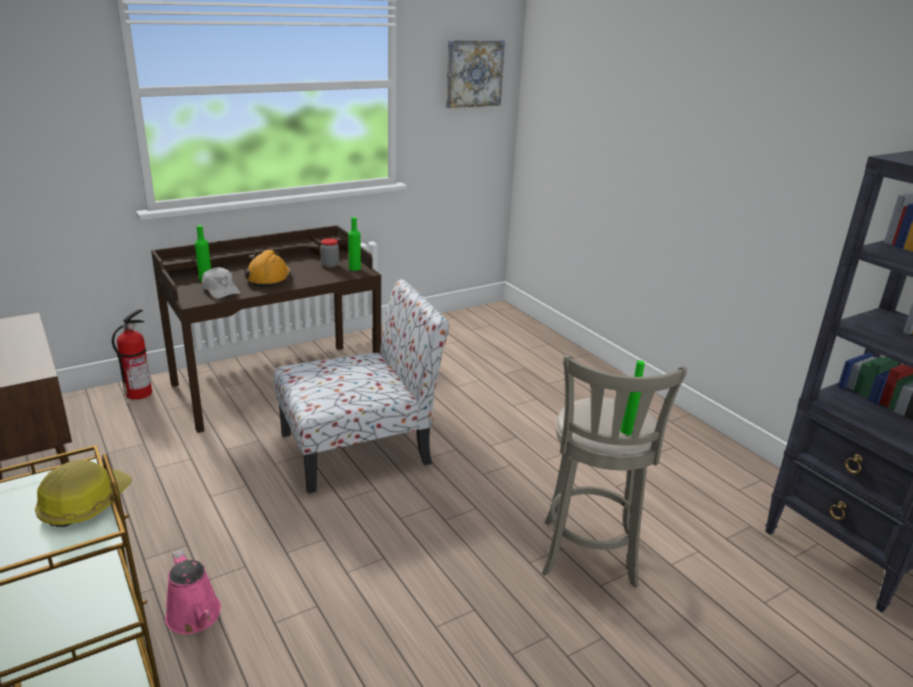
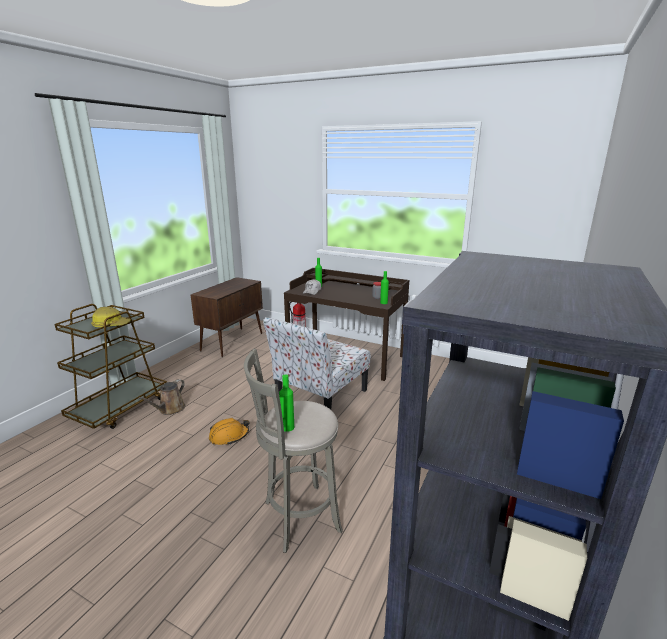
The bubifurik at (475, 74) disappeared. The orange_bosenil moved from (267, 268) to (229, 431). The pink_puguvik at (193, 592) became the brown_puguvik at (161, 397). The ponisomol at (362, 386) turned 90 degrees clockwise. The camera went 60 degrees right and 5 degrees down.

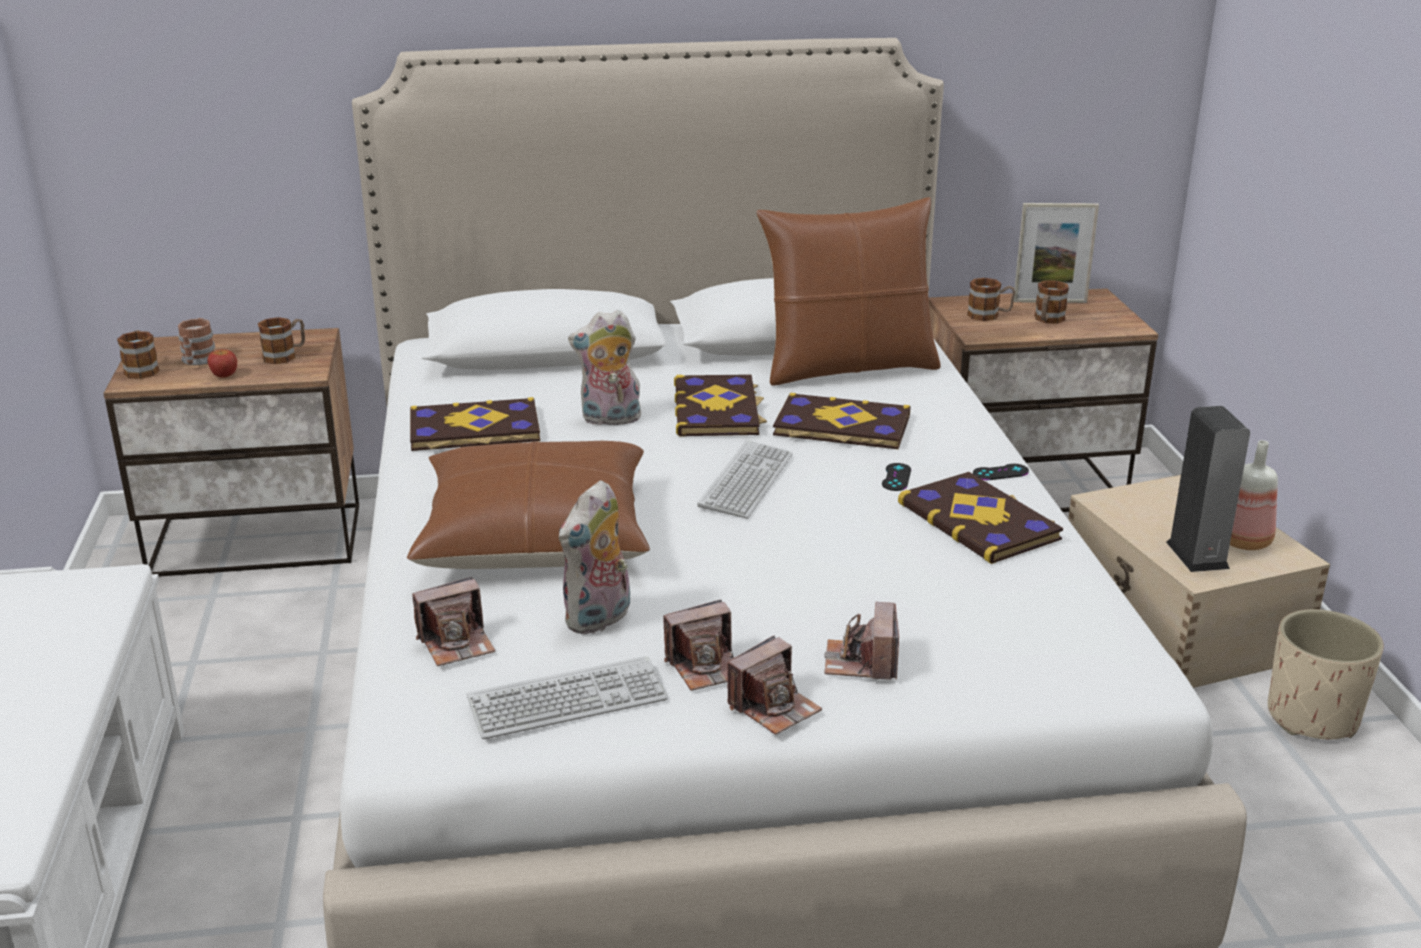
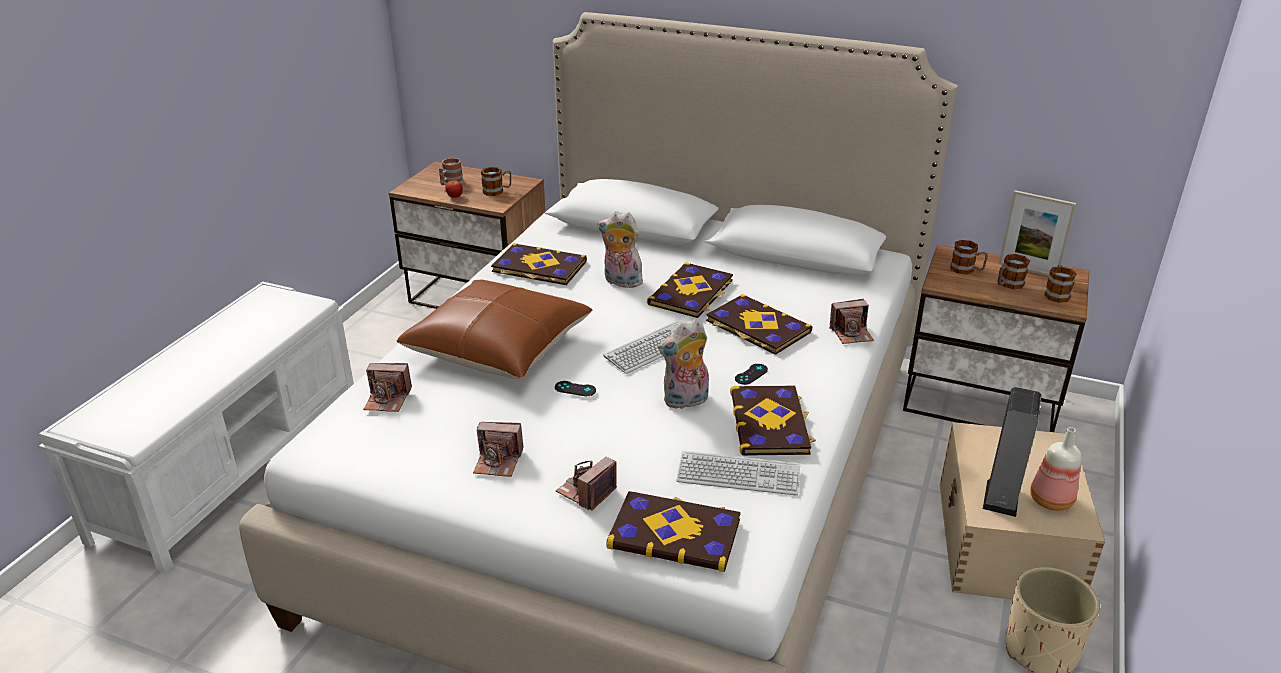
The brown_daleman at (848, 291) disappeared. The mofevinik at (674, 531) appeared. The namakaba moved from (138, 354) to (1060, 284). The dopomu moved from (567, 697) to (738, 473). The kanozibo moved from (594, 557) to (683, 364). The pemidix moved from (774, 685) to (851, 321). The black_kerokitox moved from (1001, 472) to (575, 388). The camera went 30 degrees right and 5 degrees up.

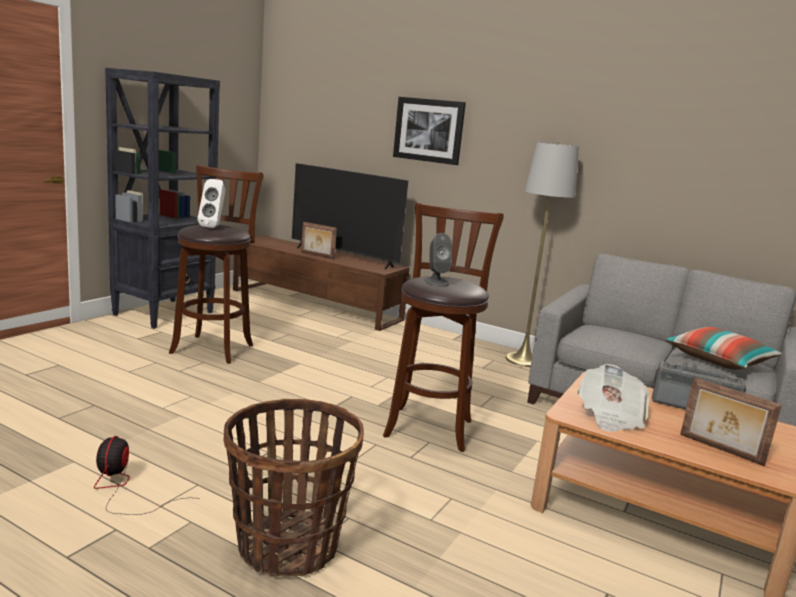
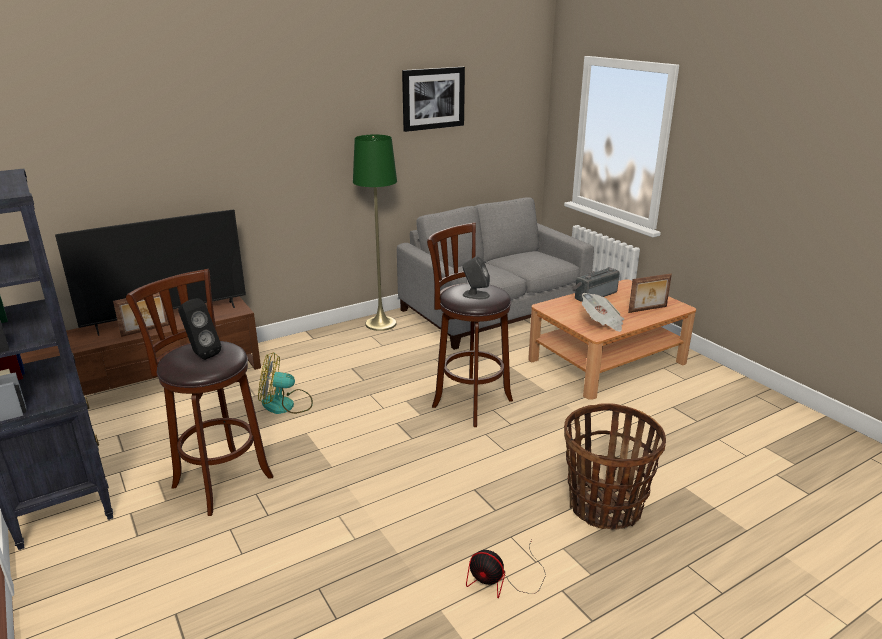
The daleman at (723, 348) disappeared. The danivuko at (285, 383) appeared. The bubifurik moved from (429, 131) to (433, 99). The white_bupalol at (211, 203) became the black_bupalol at (199, 329). The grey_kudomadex at (542, 254) became the green_kudomadex at (375, 233). The camera went 60 degrees left and 10 degrees up.

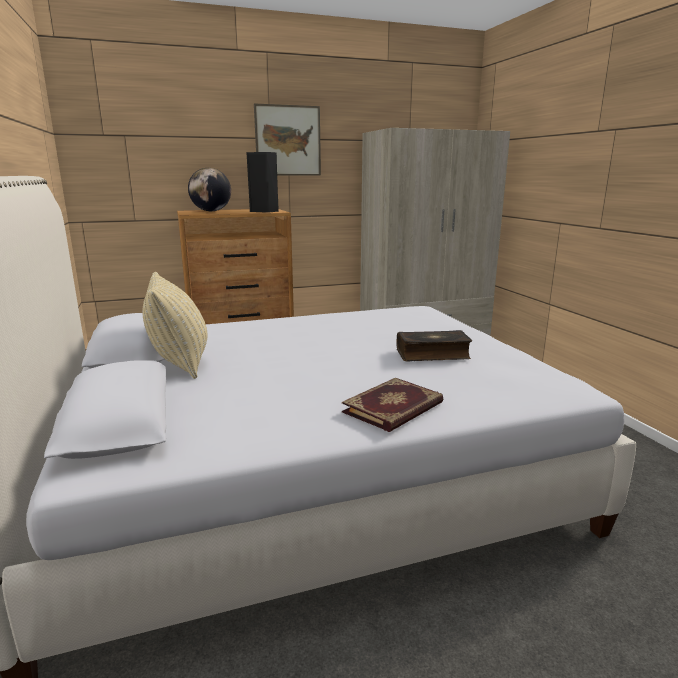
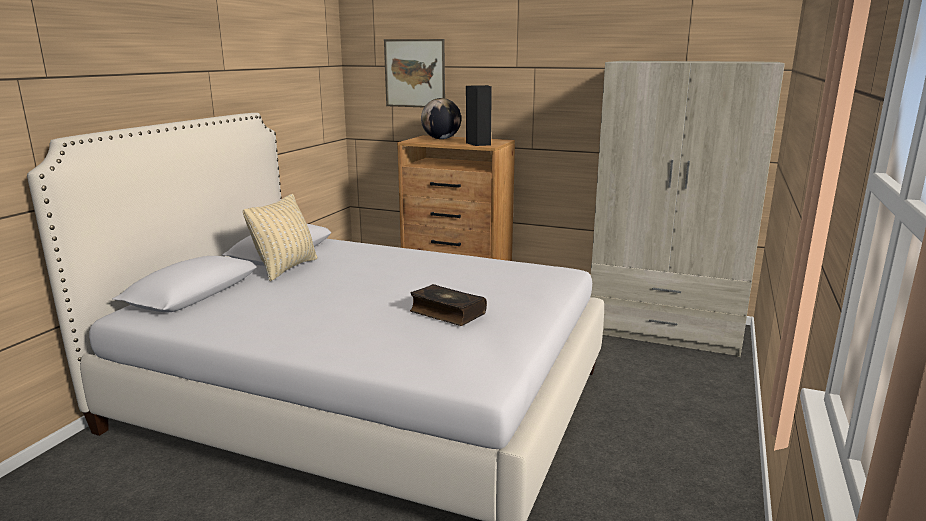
The mofevinik at (392, 404) disappeared. The bubifurik moved from (287, 139) to (414, 73). The camera went 40 degrees right and 0 degrees up.

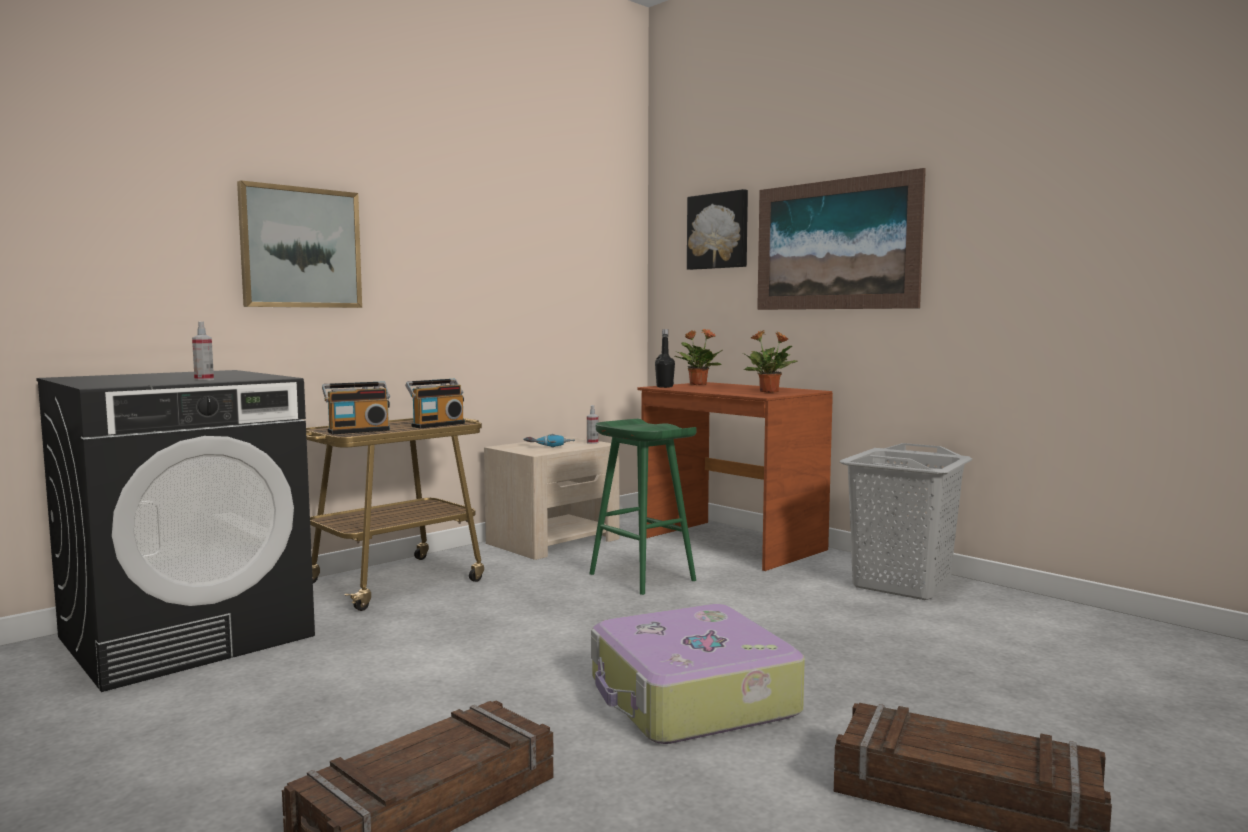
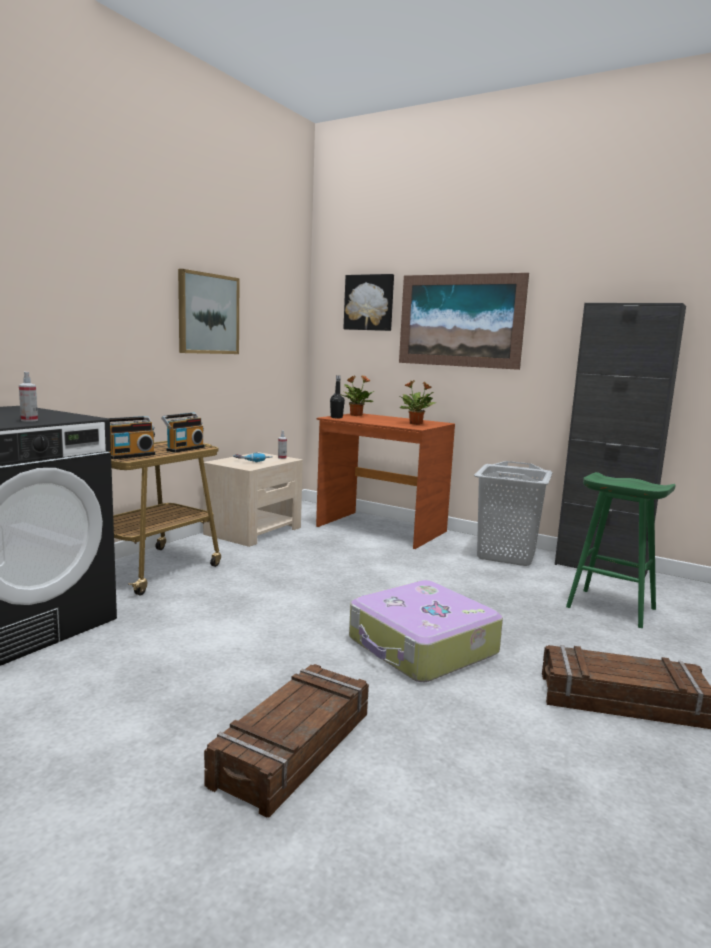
The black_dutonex at (620, 440) appeared. The bubifurik moved from (299, 244) to (208, 311). The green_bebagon moved from (643, 507) to (621, 550). The camera went 15 degrees left and 5 degrees up.

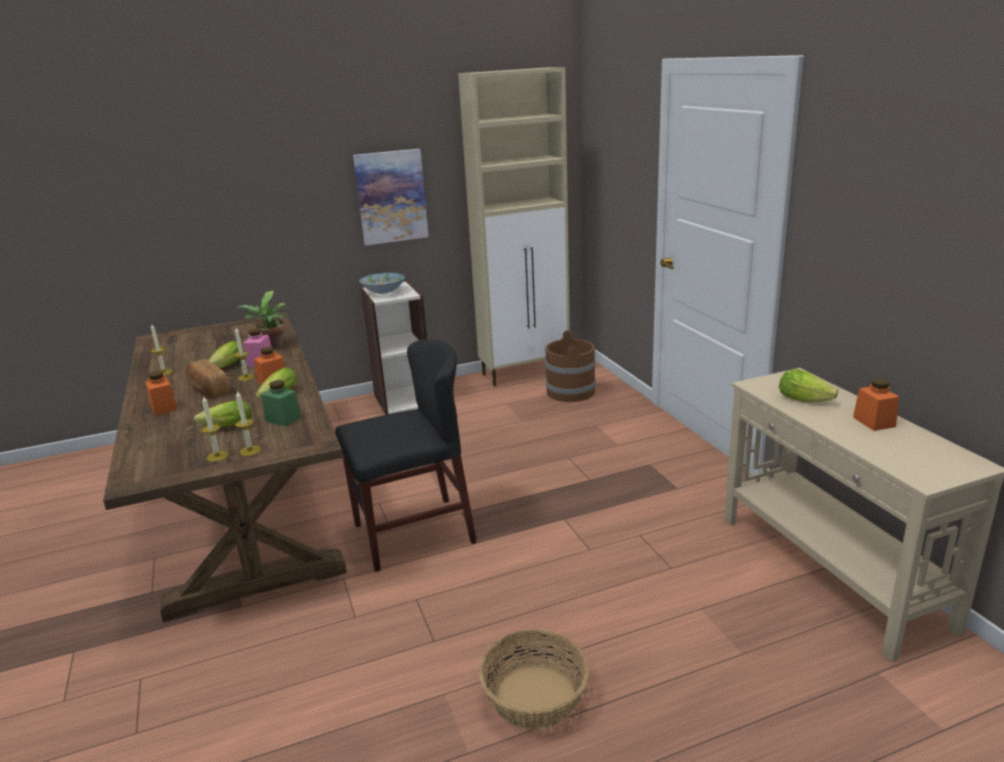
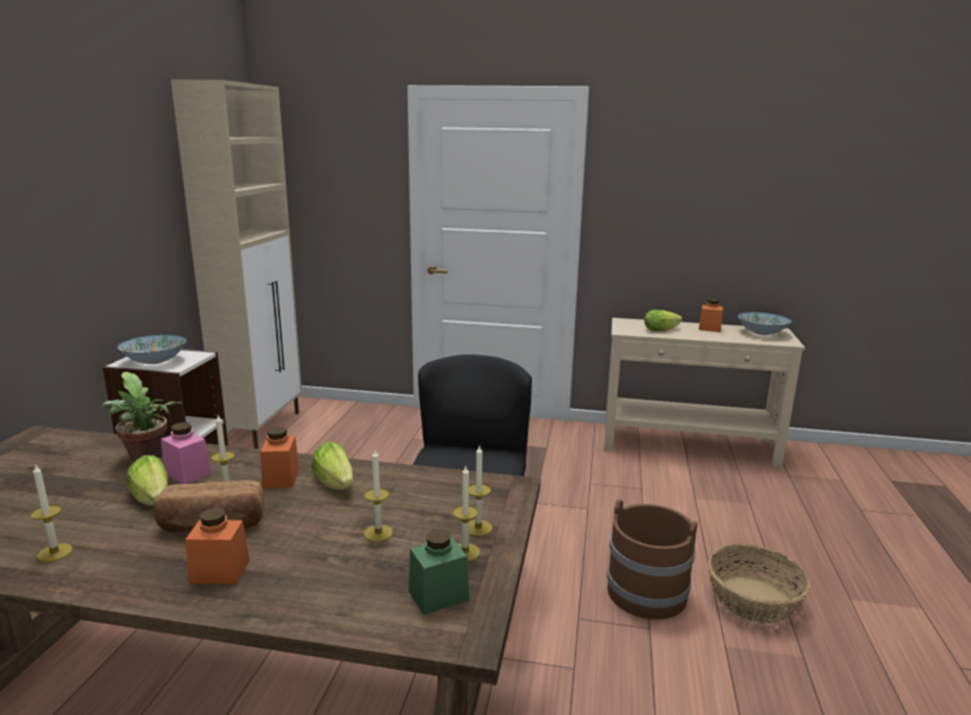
The bubifurik at (391, 197) disappeared. The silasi at (764, 323) appeared. The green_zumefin moved from (281, 403) to (439, 572). The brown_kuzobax moved from (570, 366) to (652, 559). The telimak at (222, 413) was replaced by the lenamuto at (378, 496). The camera went 60 degrees left and 5 degrees down.

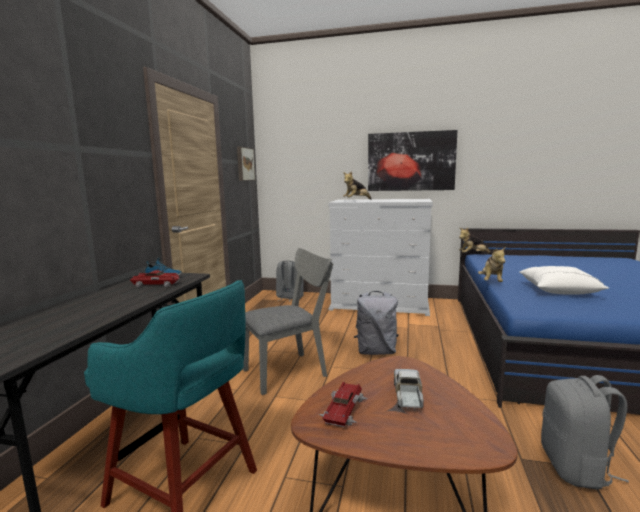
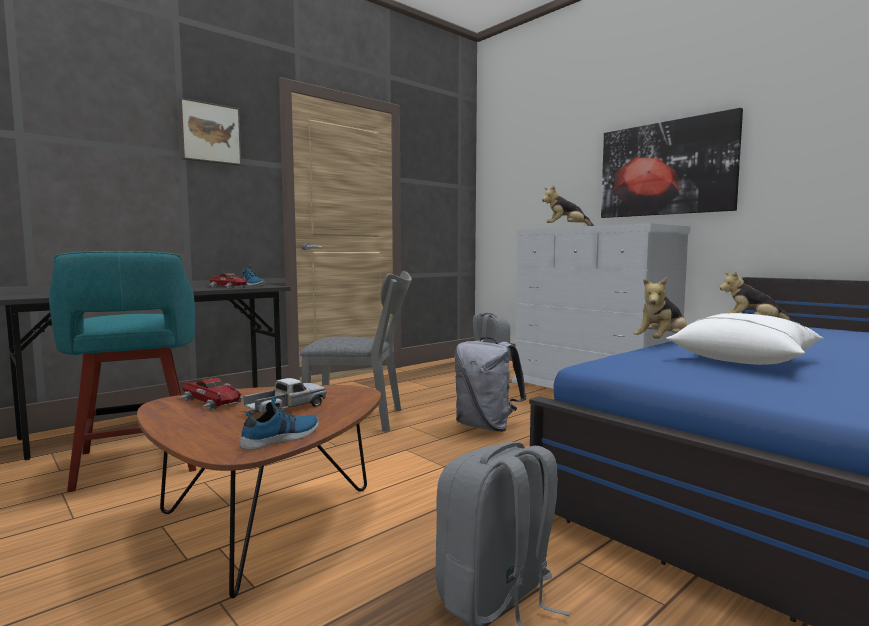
The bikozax at (279, 423) appeared. The bubifurik moved from (246, 163) to (209, 132). The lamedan at (343, 404) turned 75 degrees clockwise. The camera went 35 degrees right and 5 degrees down.

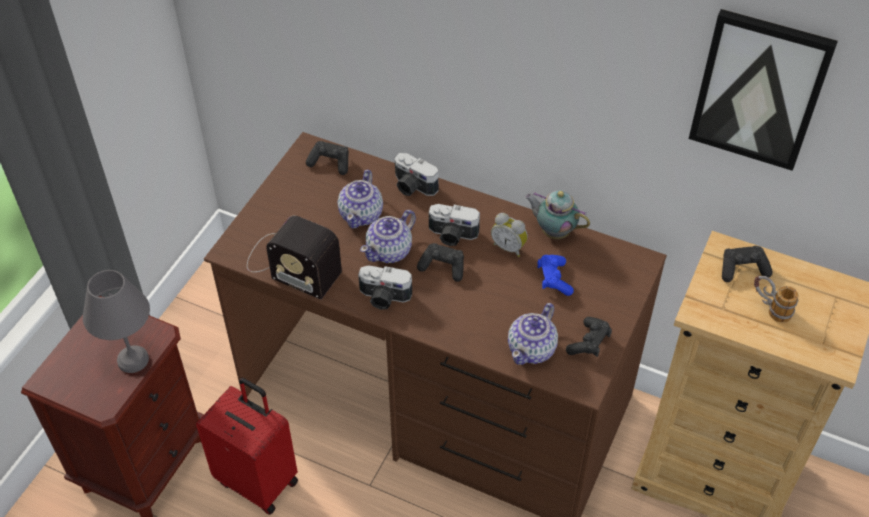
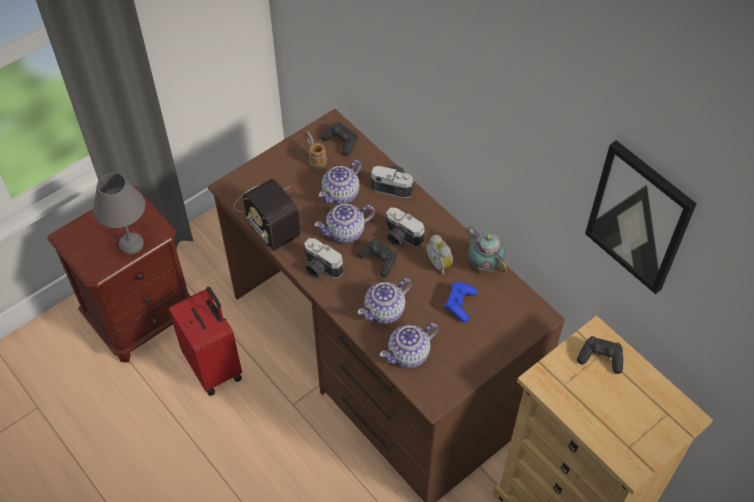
The black_kerokitox at (589, 337) disappeared. The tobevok at (384, 301) appeared. The namakaba moved from (776, 299) to (316, 150). The pemidix at (417, 174) turned 135 degrees clockwise. The camera went 25 degrees right and 5 degrees up.

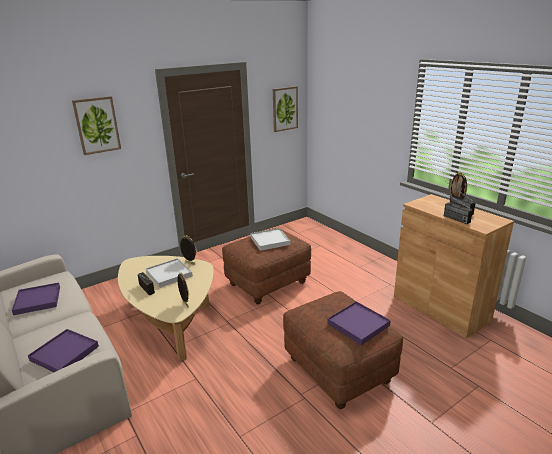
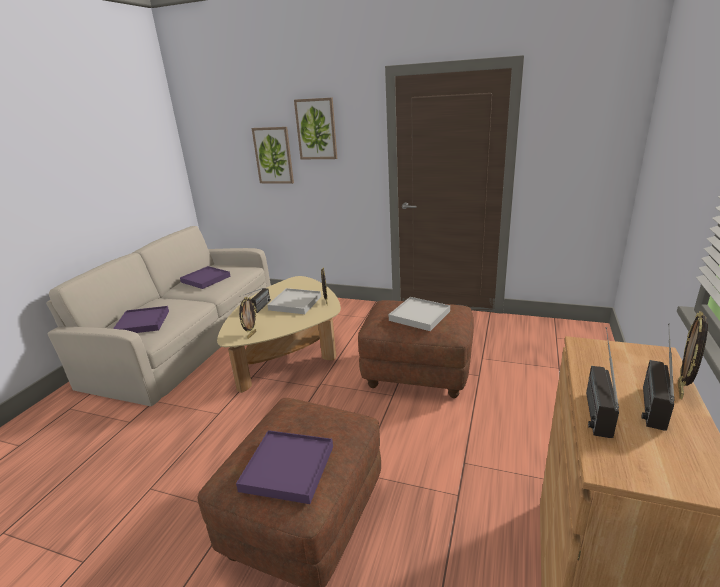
The bubifurik moved from (285, 109) to (273, 155). The camera went 55 degrees right and 0 degrees up.

